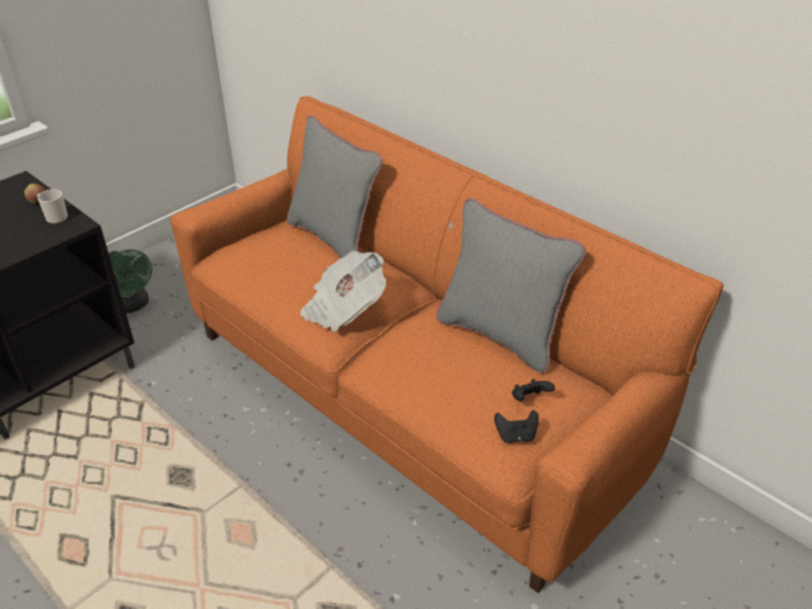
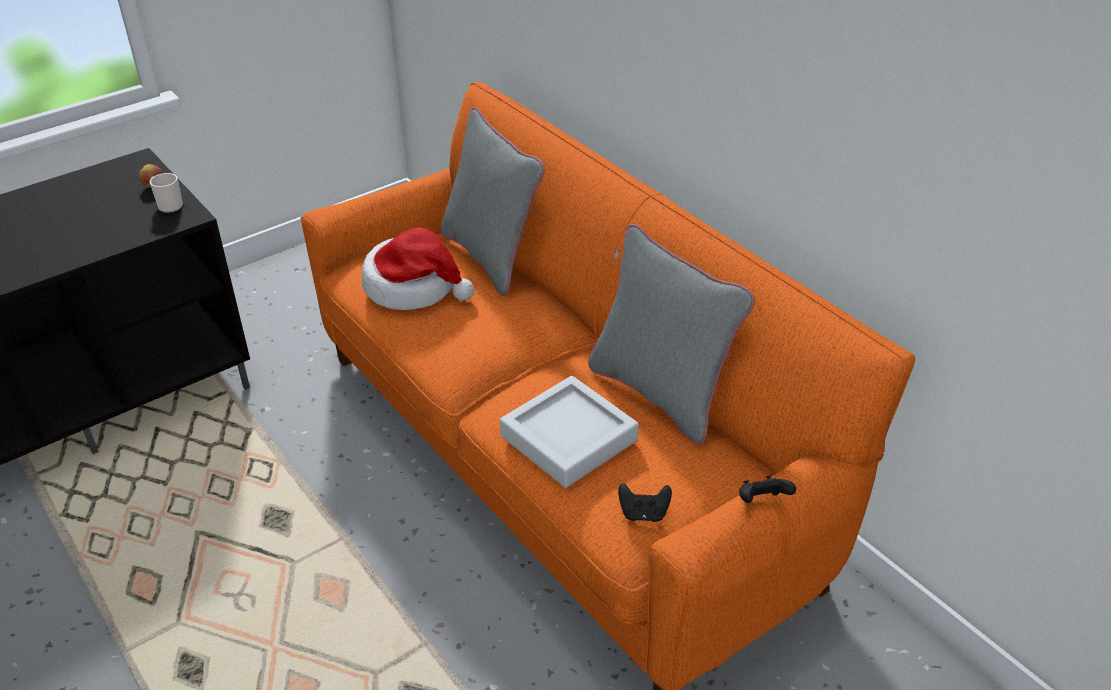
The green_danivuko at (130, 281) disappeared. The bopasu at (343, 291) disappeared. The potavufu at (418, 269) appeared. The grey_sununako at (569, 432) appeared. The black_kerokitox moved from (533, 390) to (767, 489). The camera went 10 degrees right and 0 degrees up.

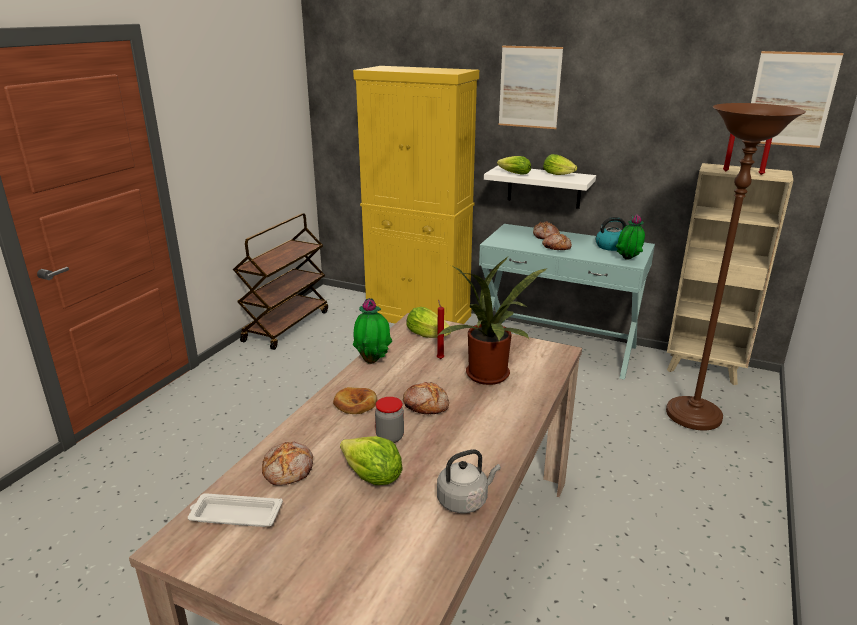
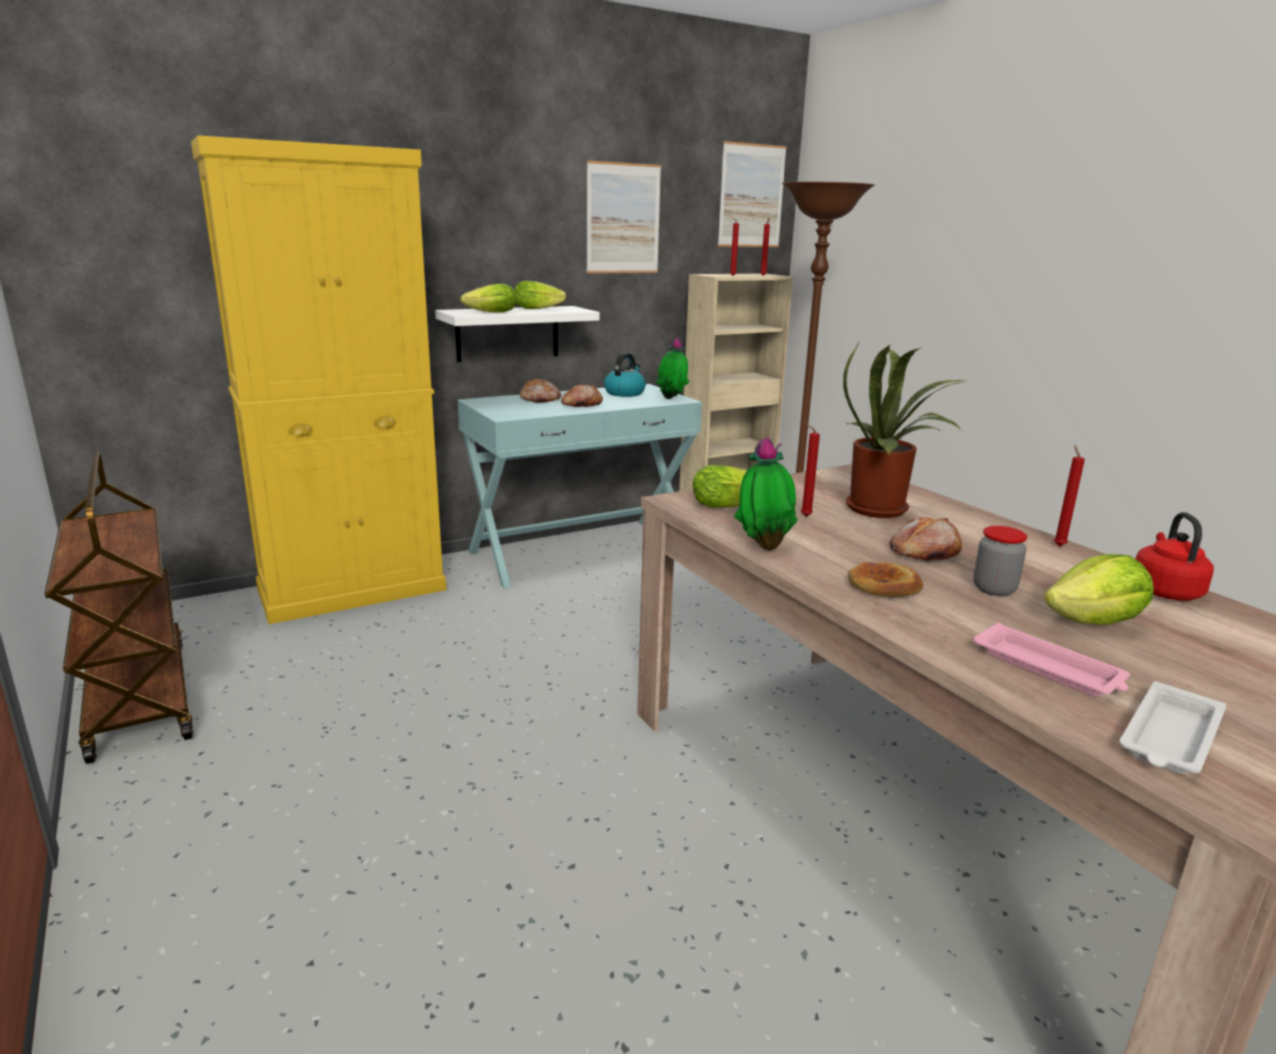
The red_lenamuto at (1069, 495) appeared. The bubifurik moved from (531, 87) to (623, 216). The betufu at (287, 464) was replaced by the pink_sununako at (1051, 660). The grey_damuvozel at (469, 481) became the red_damuvozel at (1174, 556). The camera went 55 degrees left and 5 degrees down.

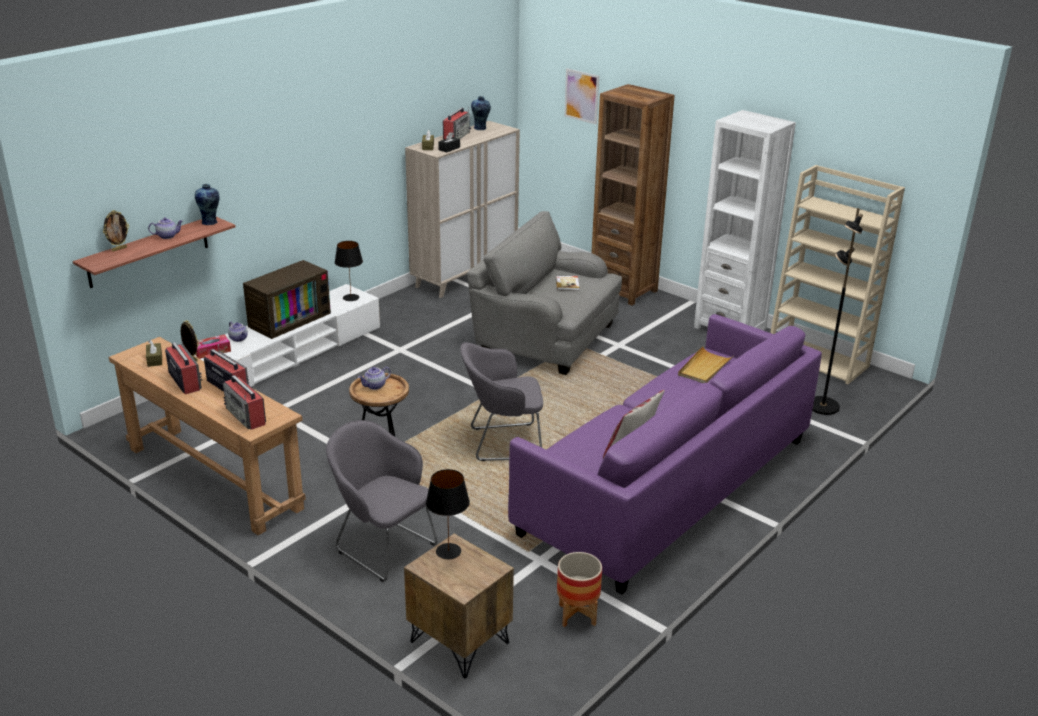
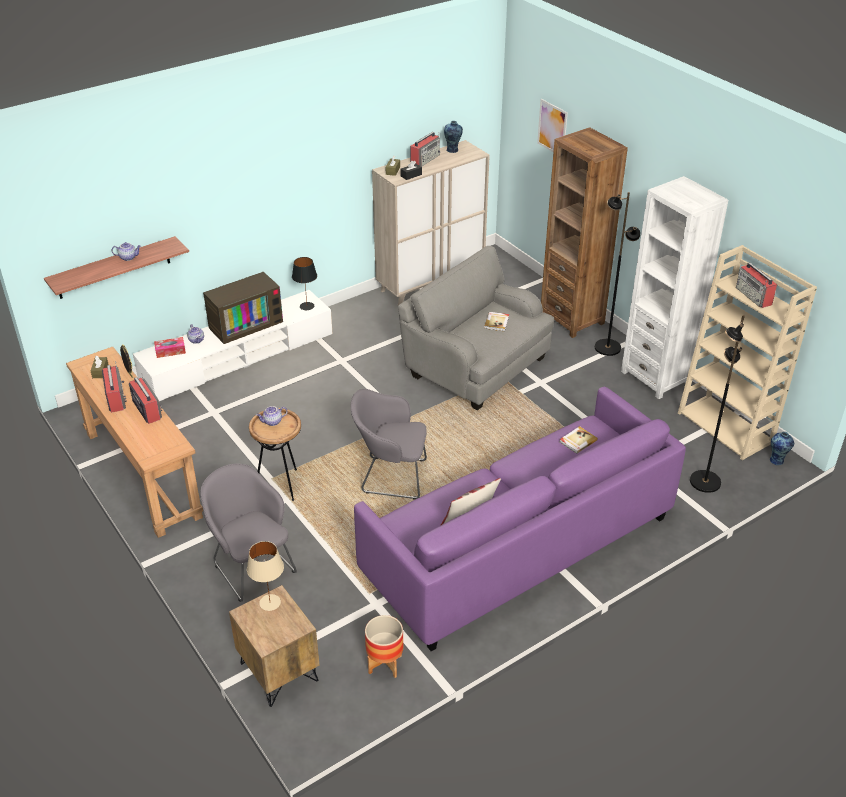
The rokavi at (116, 230) disappeared. The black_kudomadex at (617, 274) appeared. The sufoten moved from (207, 204) to (782, 448). The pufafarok moved from (244, 402) to (756, 285). The beige_sununako at (706, 364) was replaced by the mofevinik at (579, 440). The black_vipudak at (448, 514) became the beige_vipudak at (265, 576). The camera went 15 degrees right and 10 degrees up.

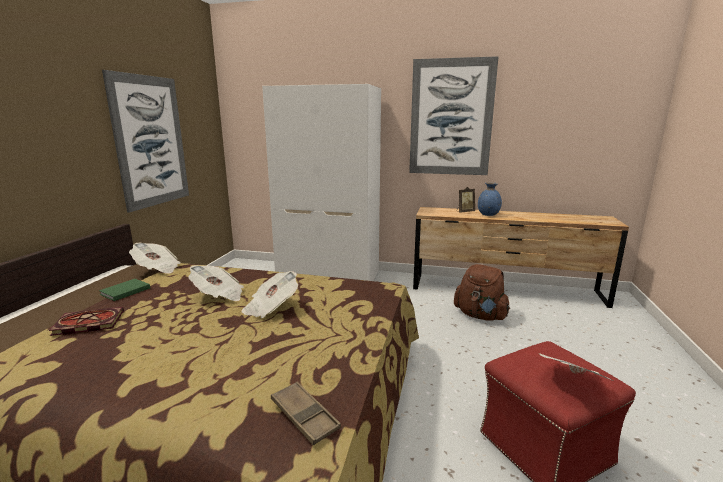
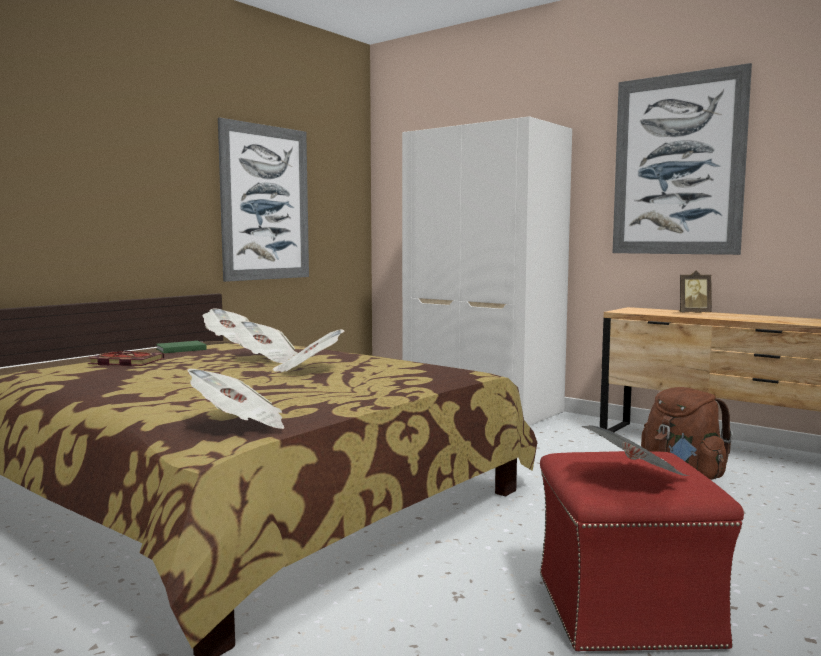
The blue_sufoten at (490, 199) disappeared. The brown_sununako at (306, 413) was replaced by the bopasu at (235, 399). The camera went 25 degrees right and 10 degrees down.

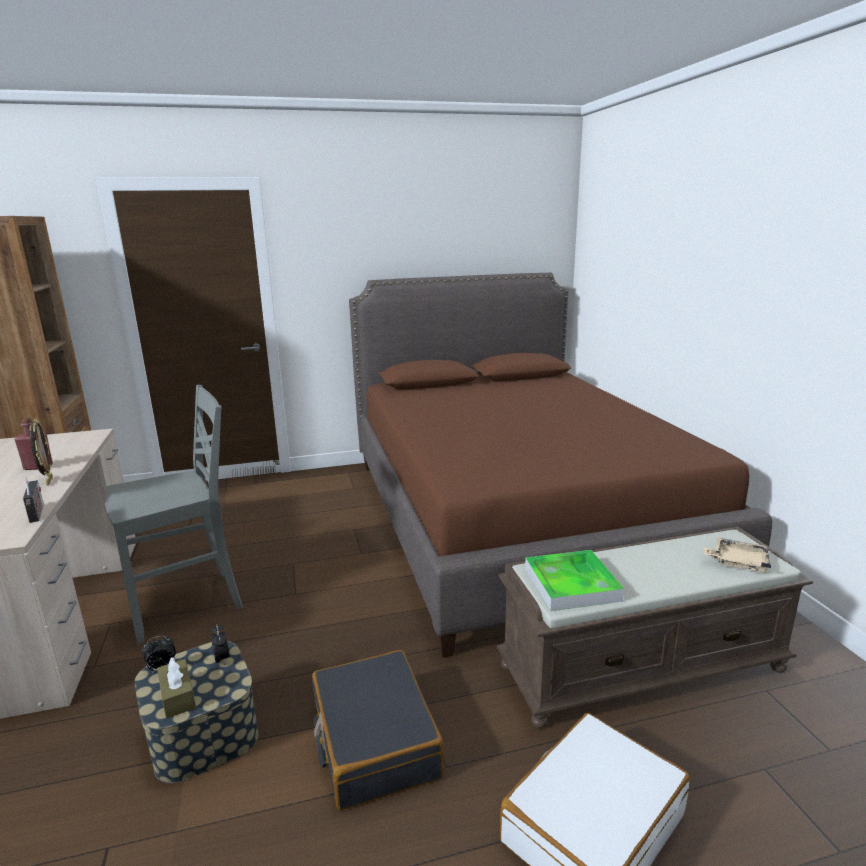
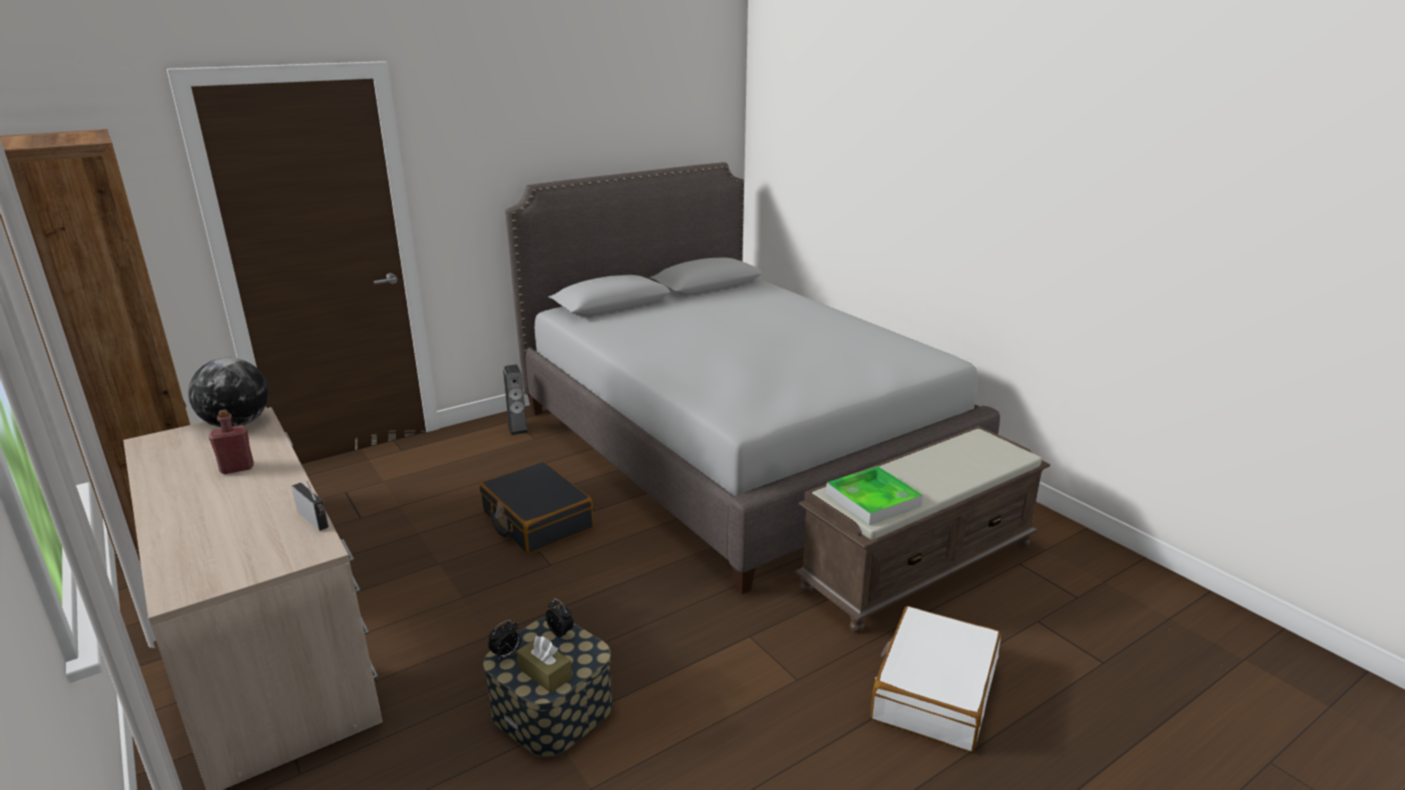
The rokavi at (41, 452) disappeared. The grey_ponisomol at (173, 514) disappeared. The beige_sununako at (737, 555) disappeared. The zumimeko at (228, 392) appeared. The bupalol at (516, 400) appeared. The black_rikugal moved from (378, 730) to (537, 507). The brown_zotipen at (560, 465) became the grey_zotipen at (752, 378). The camera went 20 degrees left and 5 degrees up.

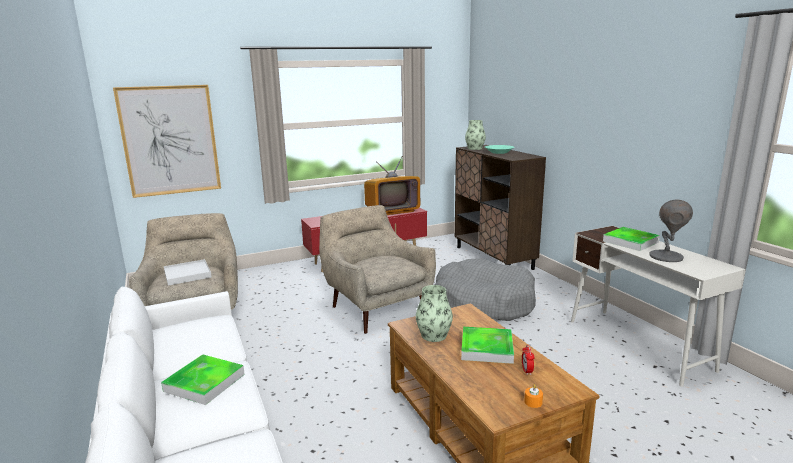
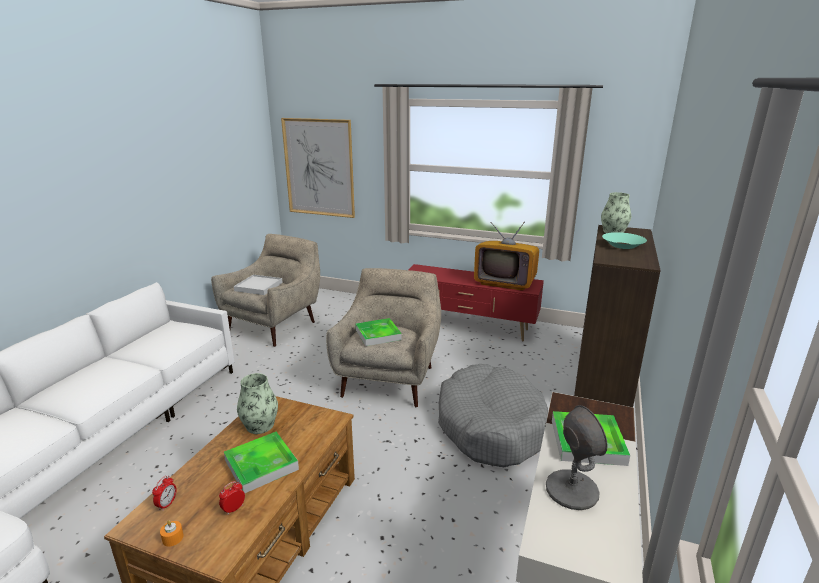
The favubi at (164, 493) appeared. The sununako moved from (203, 380) to (378, 332). The camera went 45 degrees right and 5 degrees up.

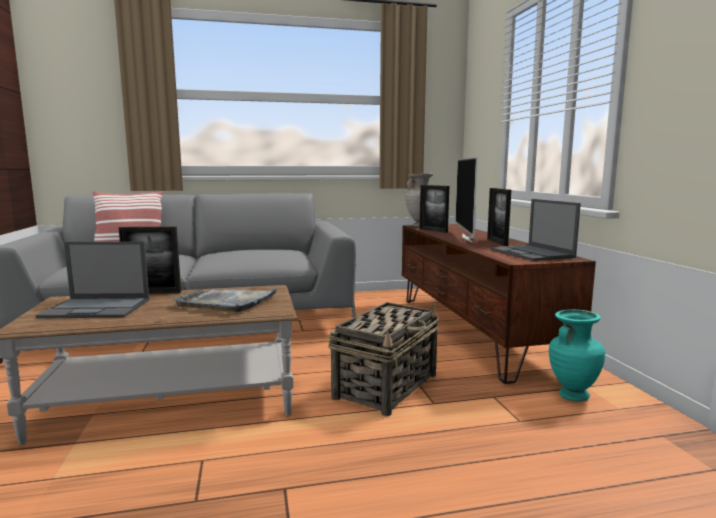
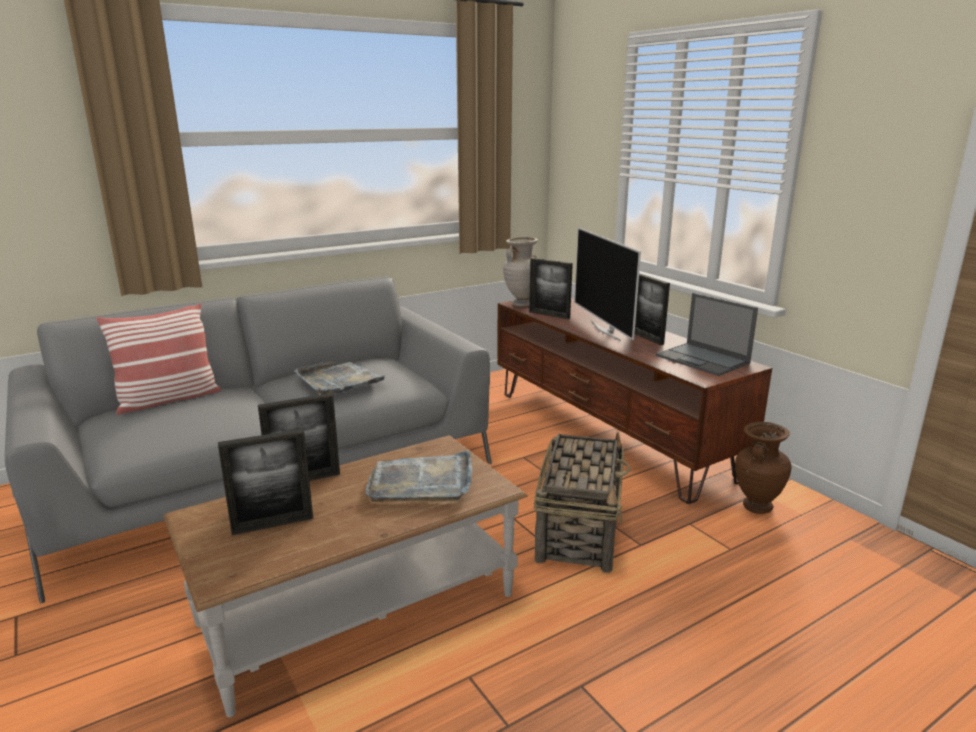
The grey_sununako at (339, 378) appeared. The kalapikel at (92, 279) was replaced by the rokavi at (265, 482). The turquoise_sufoten at (577, 355) became the brown_sufoten at (763, 468). The camera went 20 degrees left and 10 degrees up.

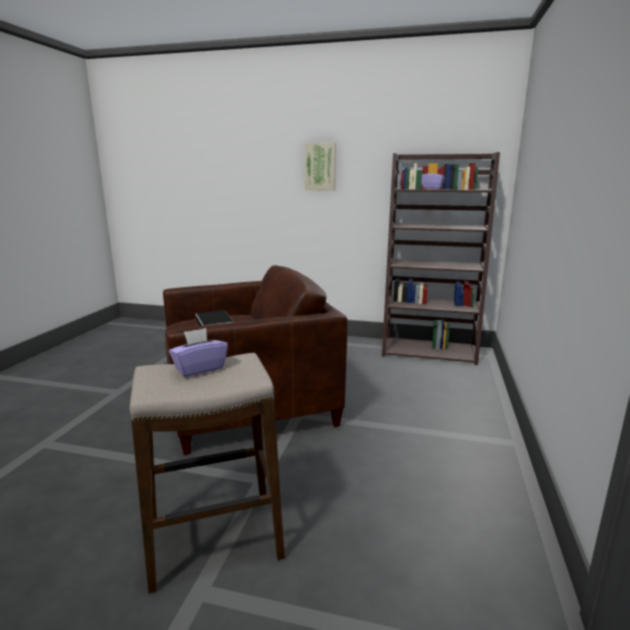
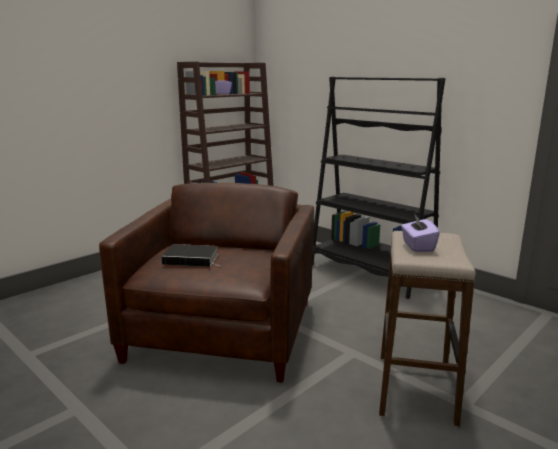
The bubifurik at (320, 167) disappeared. The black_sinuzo at (378, 188) appeared. The camera went 60 degrees left and 0 degrees up.

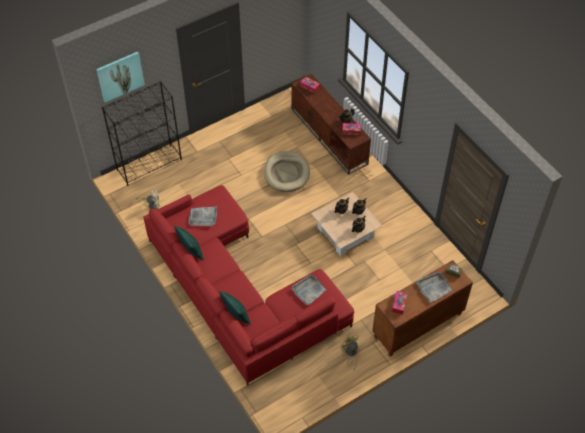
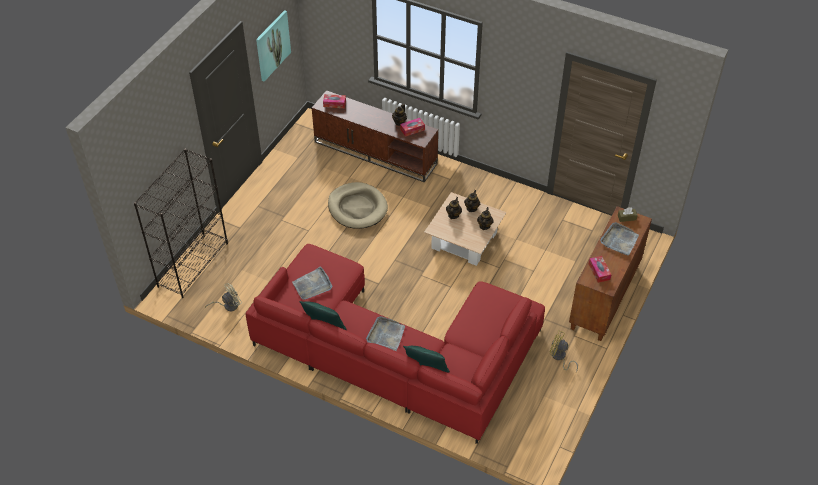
The bubifurik moved from (120, 77) to (273, 45). The grey_sununako moved from (309, 289) to (385, 333). The camera went 30 degrees left and 5 degrees down.

